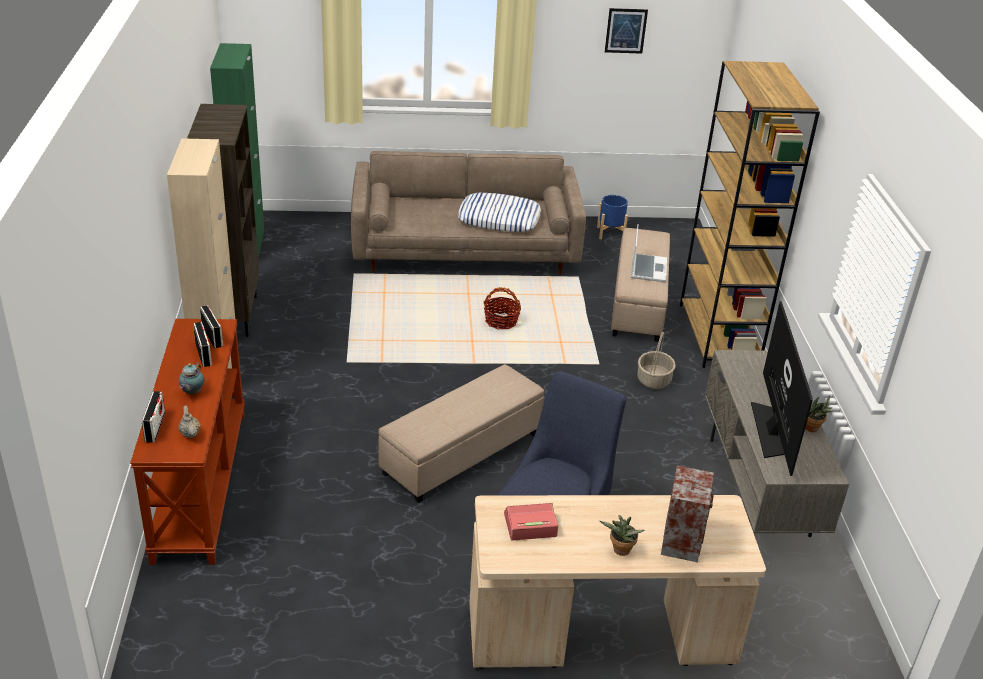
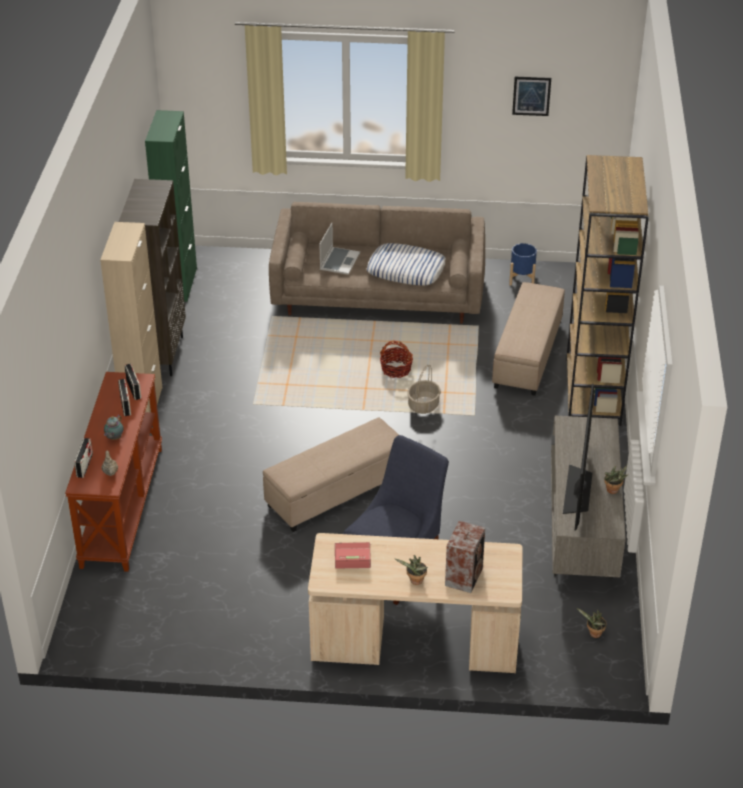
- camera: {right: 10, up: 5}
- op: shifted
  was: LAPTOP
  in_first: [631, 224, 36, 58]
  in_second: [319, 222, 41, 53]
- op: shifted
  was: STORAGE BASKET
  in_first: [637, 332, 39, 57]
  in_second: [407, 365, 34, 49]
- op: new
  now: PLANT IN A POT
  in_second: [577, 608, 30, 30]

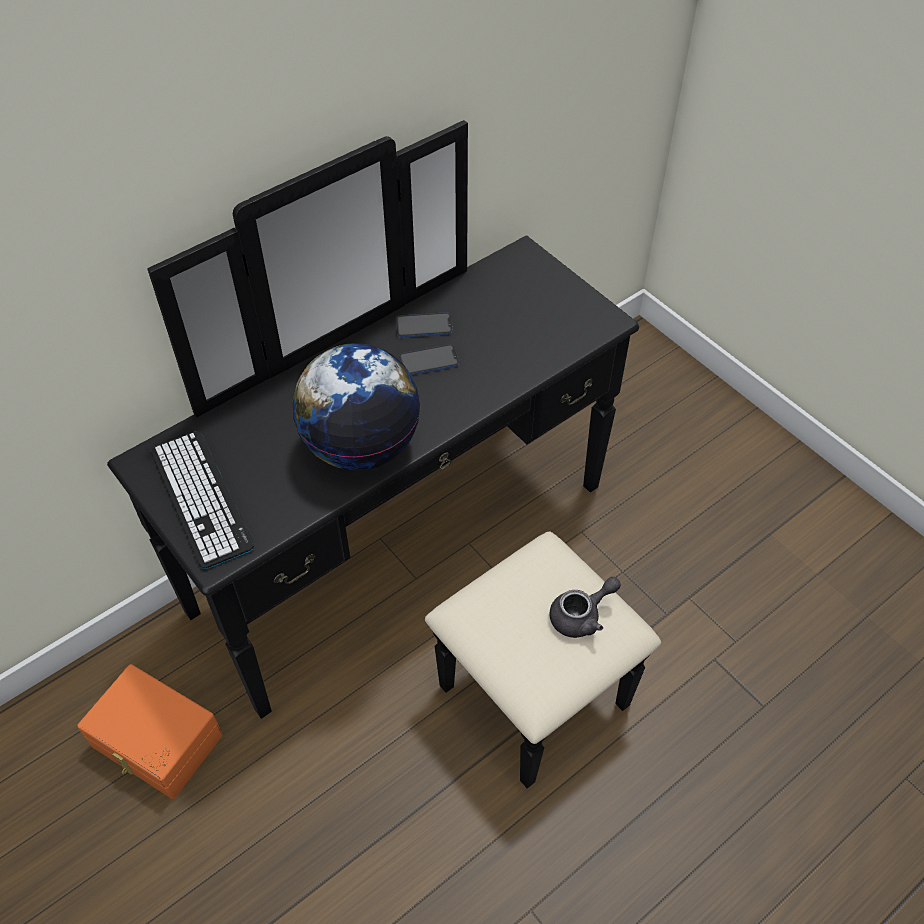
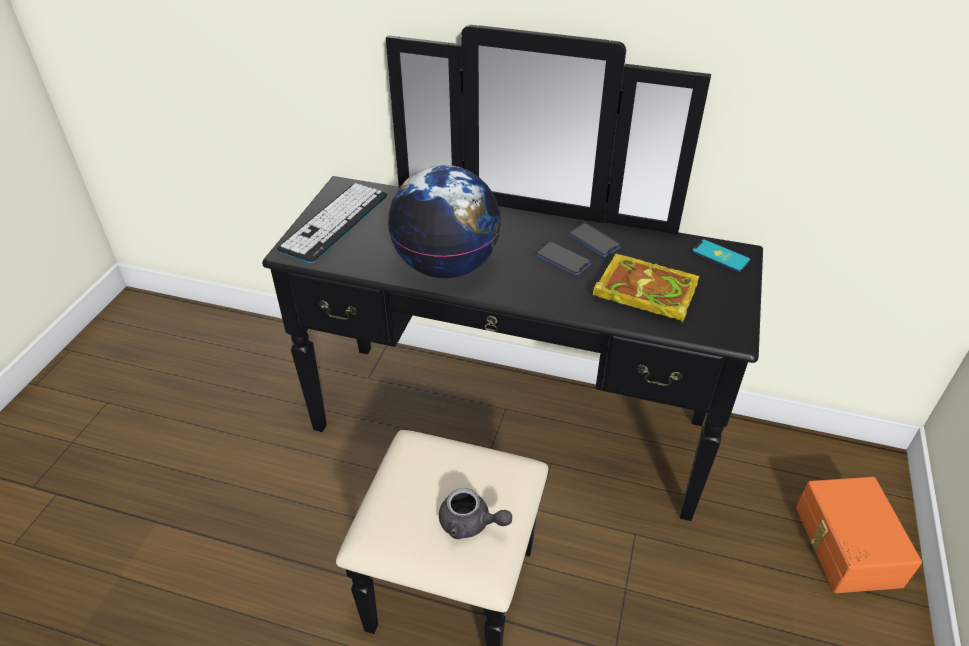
- camera: {right: 55, up: -10}
- op: shifted
  was: ORANGEY STORAGE CONTAINER
  in_first: [77, 664, 146, 135]
  in_second: [796, 477, 126, 116]
- op: new
  now: PHONE
  in_second: [692, 239, 58, 33]
- op: new
  now: BOOK
  in_second: [593, 254, 106, 69]

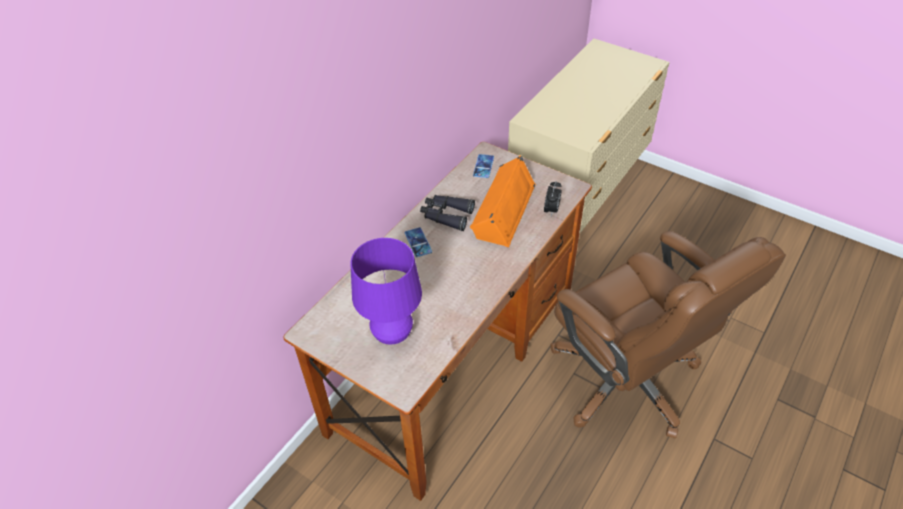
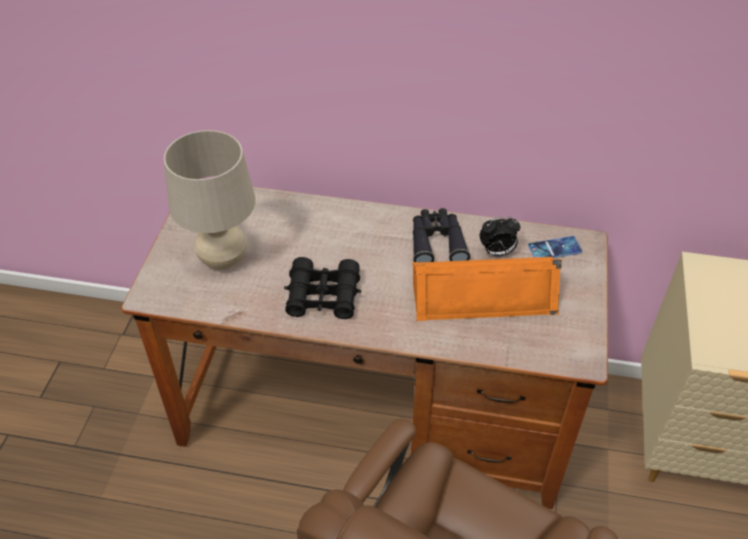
- camera: {right: 65, up: 0}
- op: shifted
  was: BEDSIDE CLOCK
  in_first: [544, 181, 17, 35]
  in_second: [480, 216, 40, 40]
- op: gone
  was: PHONE
  in_first: [404, 227, 28, 30]
- op: repainted
  was: PURPLISH TABLETOP LAMP
  now: BEIGE TABLETOP LAMP
  in_first: [351, 238, 71, 107]
  in_second: [164, 130, 91, 139]
- op: new
  now: BLACK-COLOURED PAIR OF BINOCULARS
  in_second: [284, 257, 77, 62]

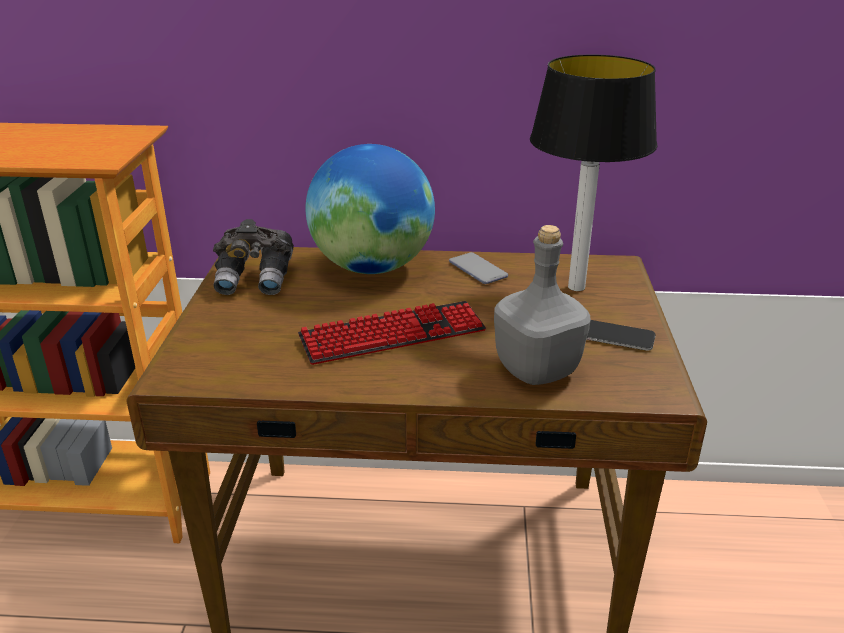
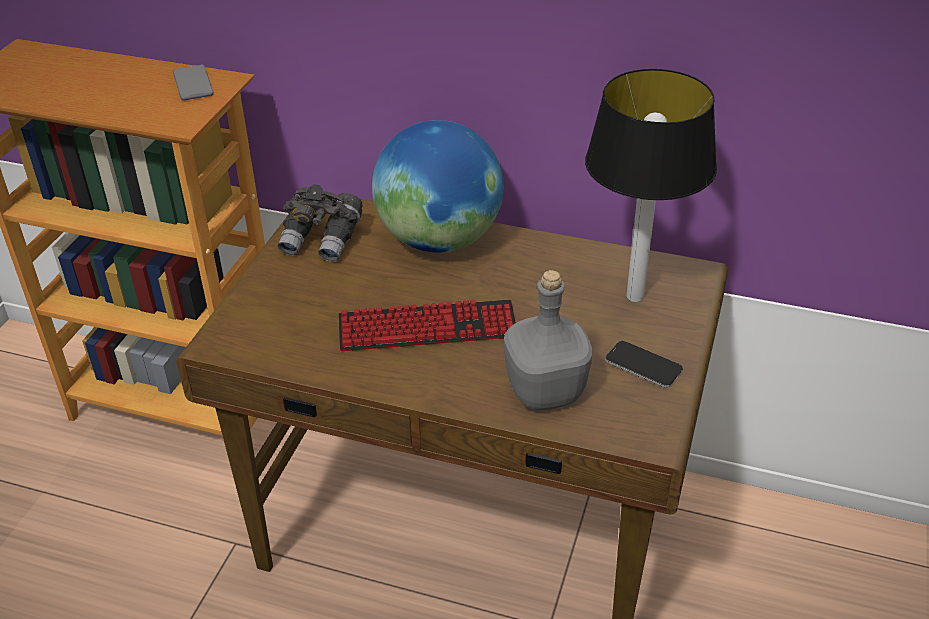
- camera: {right: 15, up: 10}
- op: shifted
  was: PHONE
  in_first: [449, 252, 59, 32]
  in_second: [173, 65, 41, 35]

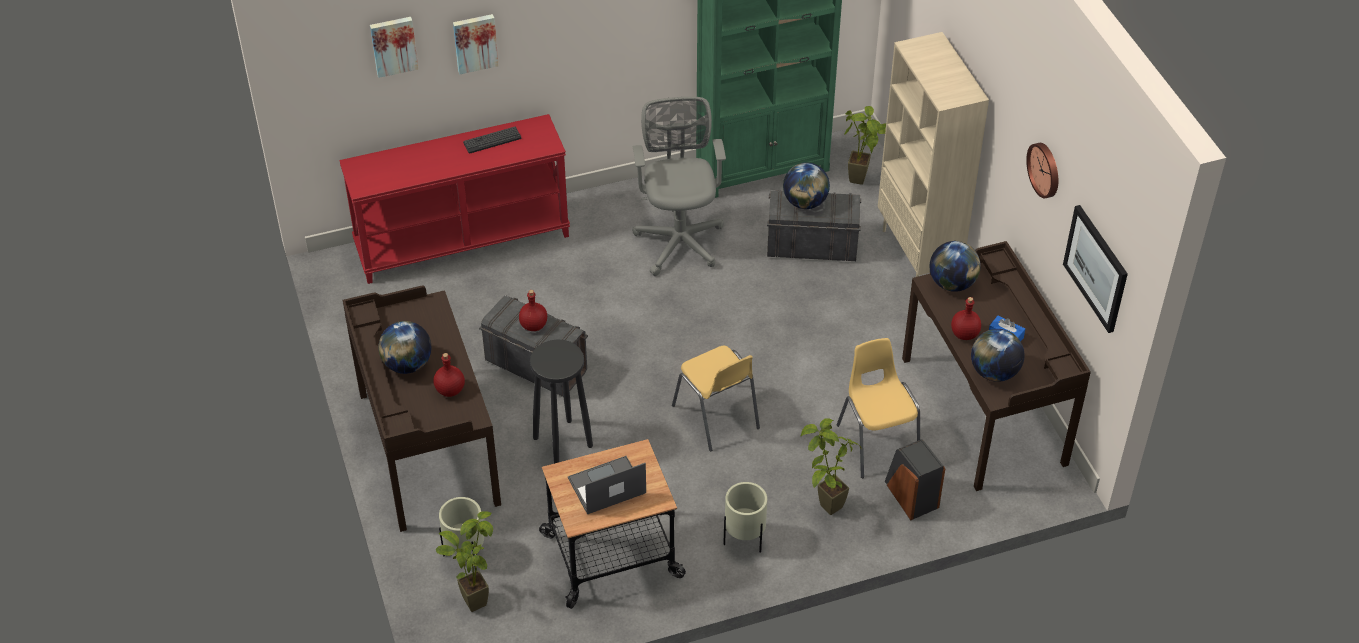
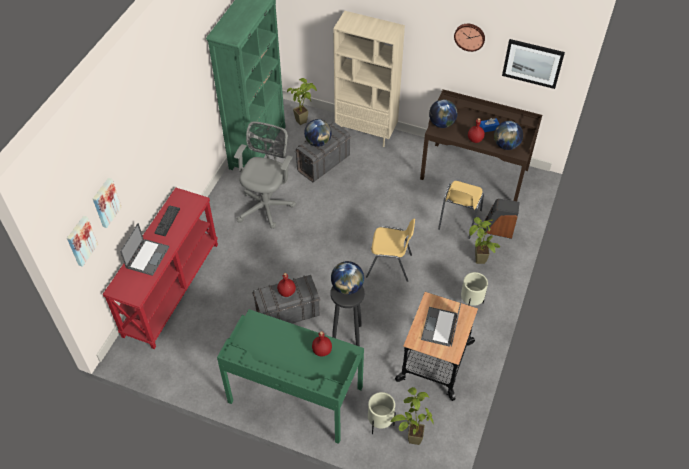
- camera: {right: -50, up: 5}
- op: shifted
  was: PICTURE
  in_first: [453, 14, 46, 60]
  in_second: [67, 216, 31, 51]
- op: rotated
  was: GREYISH DESK CHAIR
  in_first: [632, 97, 94, 179]
  in_second: [234, 121, 62, 107]
  clockwise: 75
- op: repainted
  was: BROWN DESK TABLE
  now: GREENISH DESK TABLE
  in_first: [343, 286, 158, 246]
  in_second: [217, 309, 147, 135]
- op: shifted
  was: WORLD GLOBE
  in_first: [378, 321, 53, 53]
  in_second: [331, 261, 33, 34]
- op: rotated
  was: YELLOWISH UPRIGHT CHAIR
  in_first: [837, 338, 83, 140]
  in_second: [438, 181, 46, 58]
  clockwise: -90
- op: new
  now: LAPTOP
  in_second: [120, 223, 49, 53]

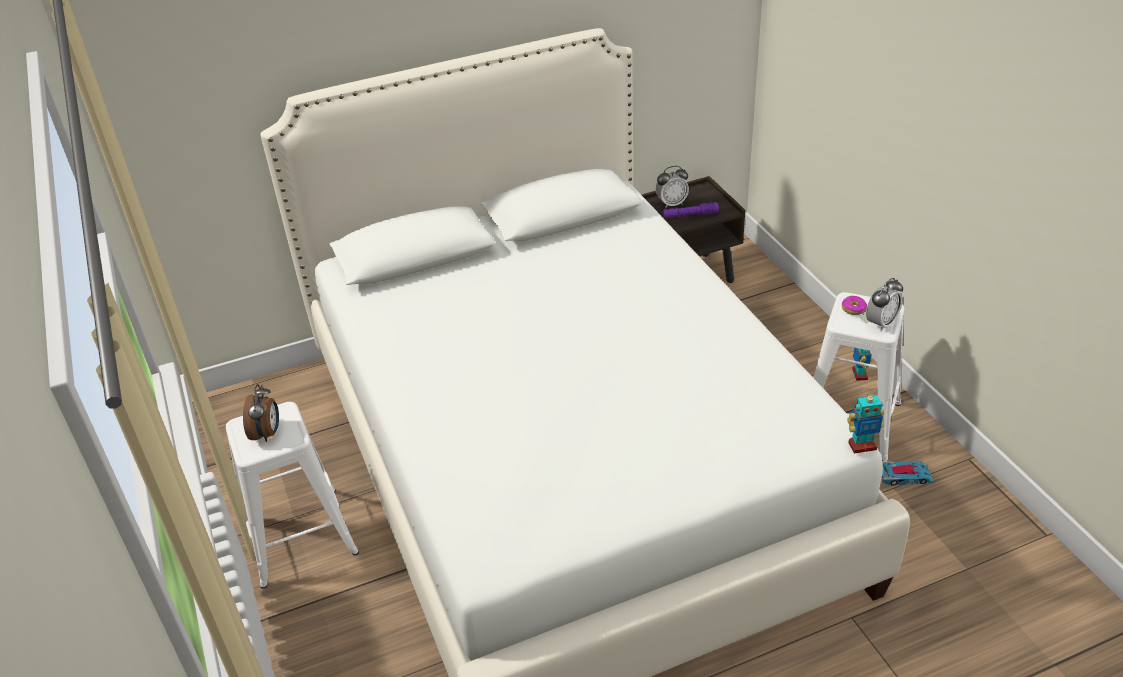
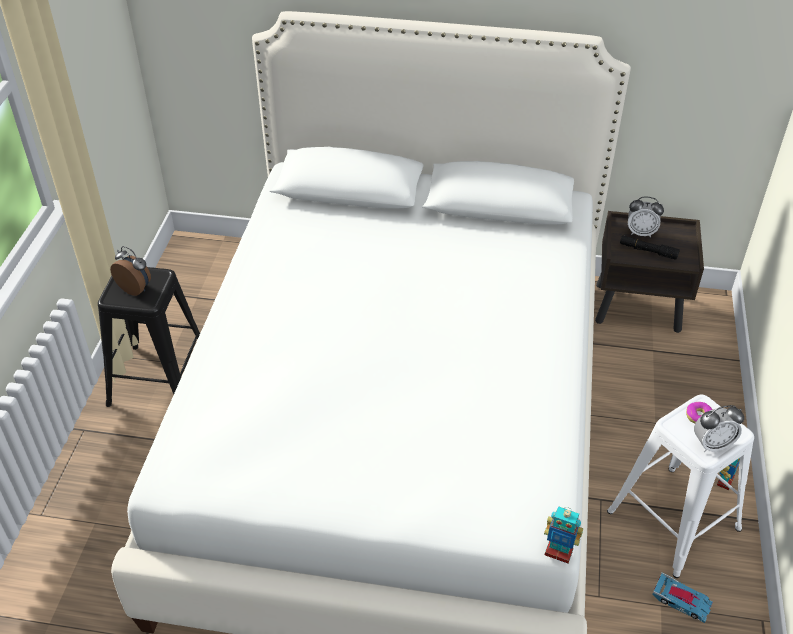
- camera: {right: 30, up: 5}
- op: repainted
  was: PURPLISH FLASHLIGHT
  now: BLACK-COLOURED FLASHLIGHT
  in_first: [662, 202, 57, 16]
  in_second: [620, 235, 60, 25]
- op: rotated
  was: BEDSIDE CLOCK
  in_first: [243, 384, 36, 58]
  in_second: [110, 246, 41, 50]
  clockwise: -90
- op: repainted
  was: WHITISH STOOL SEAT
  now: BLACK-COLOURED STOOL SEAT
  in_first: [226, 402, 133, 187]
  in_second: [98, 267, 102, 140]

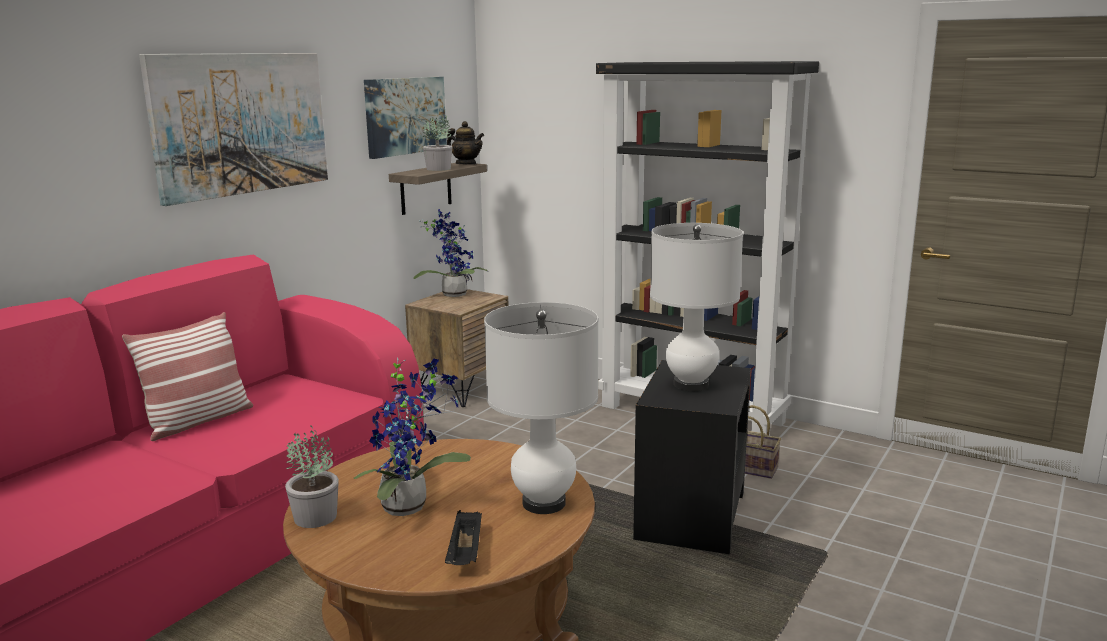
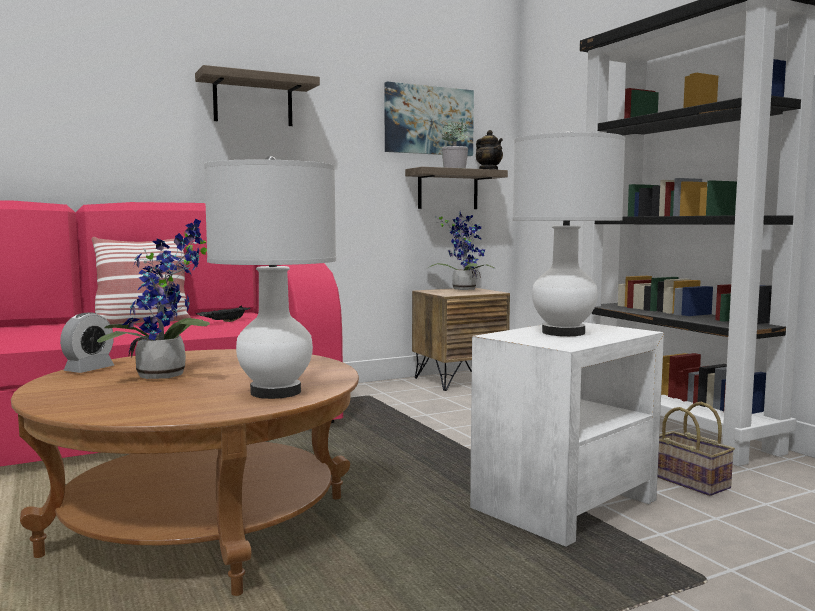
- camera: {right: 30, up: -10}
- op: swapped
  was: PICTURE
  now: WALL SHELF
  in_first: [139, 53, 189, 153]
  in_second: [195, 65, 125, 61]
- op: repainted
  was: BLACK-COLOURED ACCENT TABLE
  now: WHITISH ACCENT TABLE
  in_first: [633, 360, 118, 194]
  in_second: [470, 322, 194, 225]
- op: swapped
  was: PLANT IN A POT
  now: BEDSIDE CLOCK
  in_first: [285, 425, 54, 103]
  in_second: [60, 312, 54, 61]
- op: shifted
  was: BLACK-COLOURED TRAY
  in_first: [445, 510, 37, 55]
  in_second: [196, 306, 55, 16]

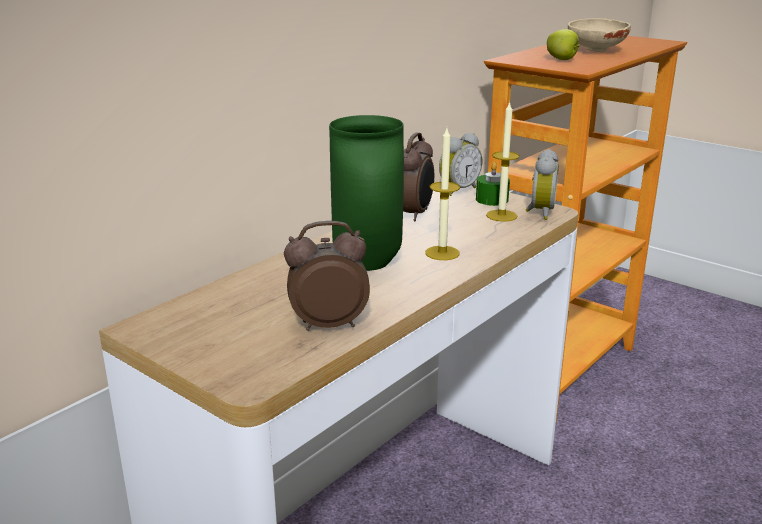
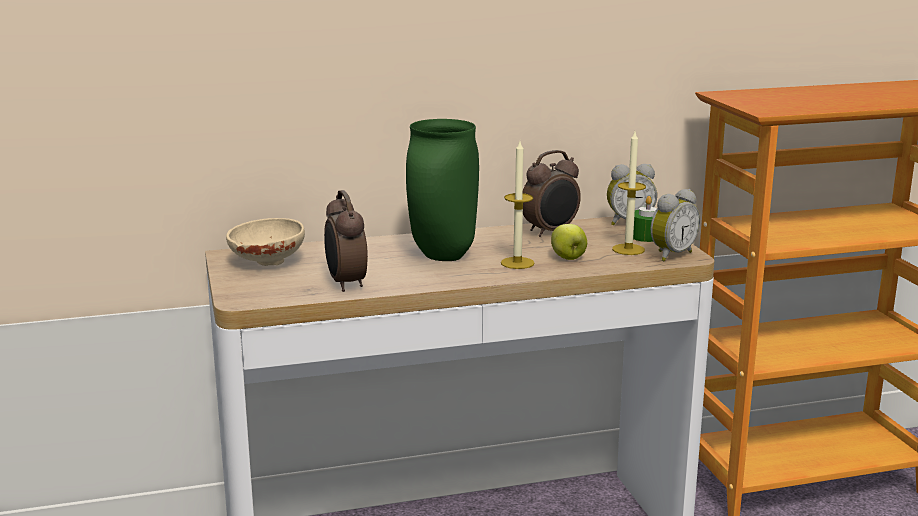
- camera: {right: 35, up: -5}
- op: shifted
  was: BEIGE DEEP DISH
  in_first: [568, 18, 63, 34]
  in_second: [226, 218, 79, 48]
- op: shifted
  was: APPLE
  in_first: [547, 29, 33, 31]
  in_second: [551, 224, 36, 36]
- op: rotated
  was: BEDSIDE CLOCK
  in_first: [284, 221, 86, 110]
  in_second: [324, 190, 44, 102]
  clockwise: -135

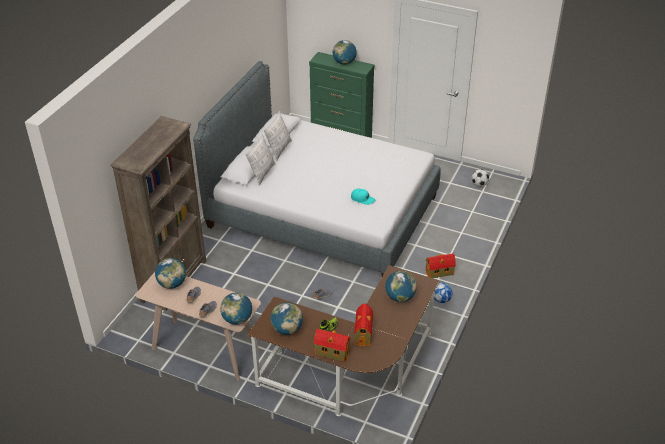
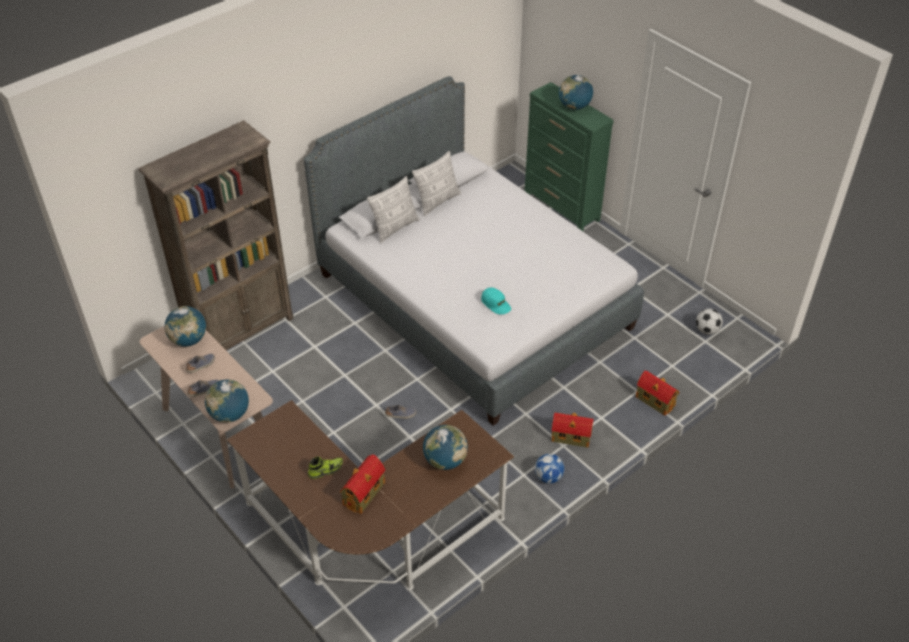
- camera: {right: 25, up: 5}
- op: gone
  was: WORLD GLOBE
  in_first: [270, 302, 33, 33]
- op: shifted
  was: TOY HOUSE
  in_first: [314, 329, 37, 33]
  in_second: [636, 370, 43, 46]

